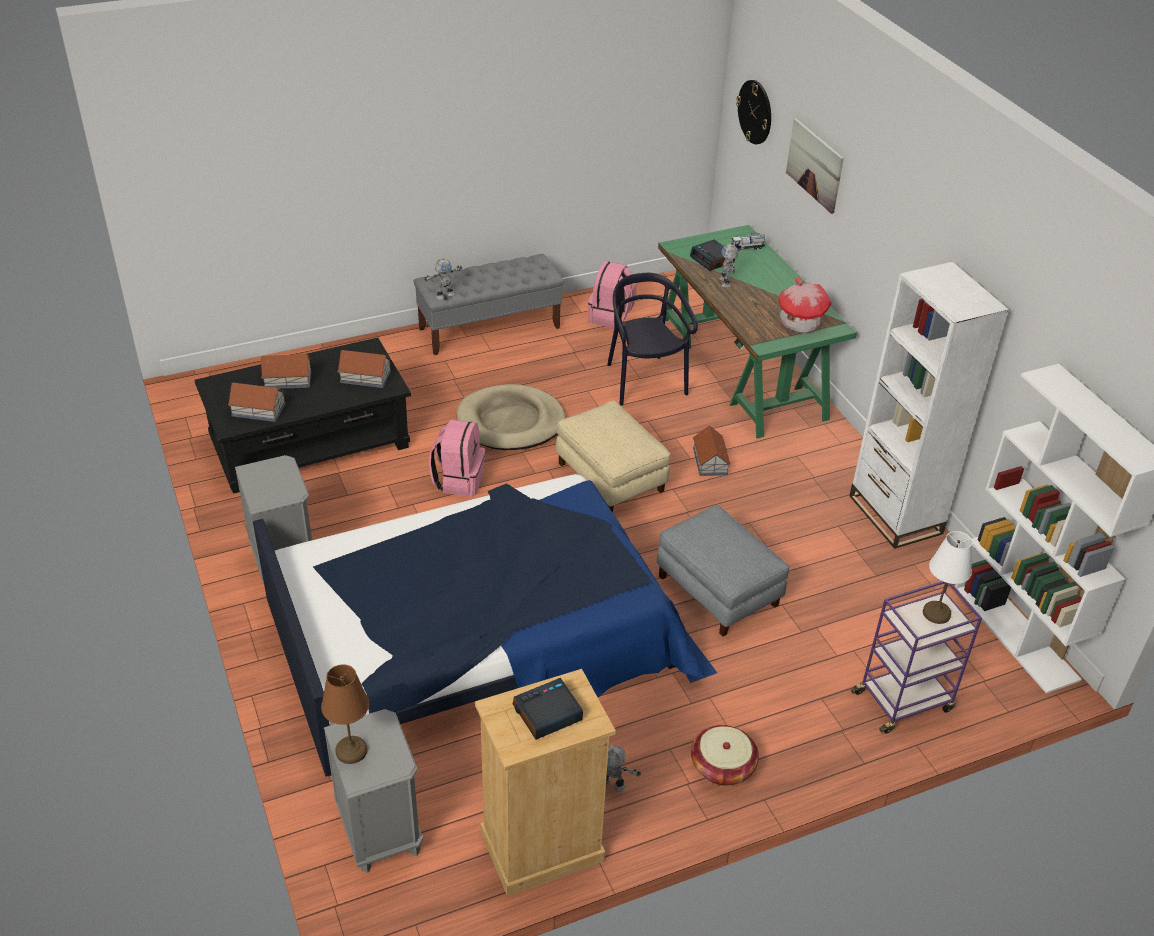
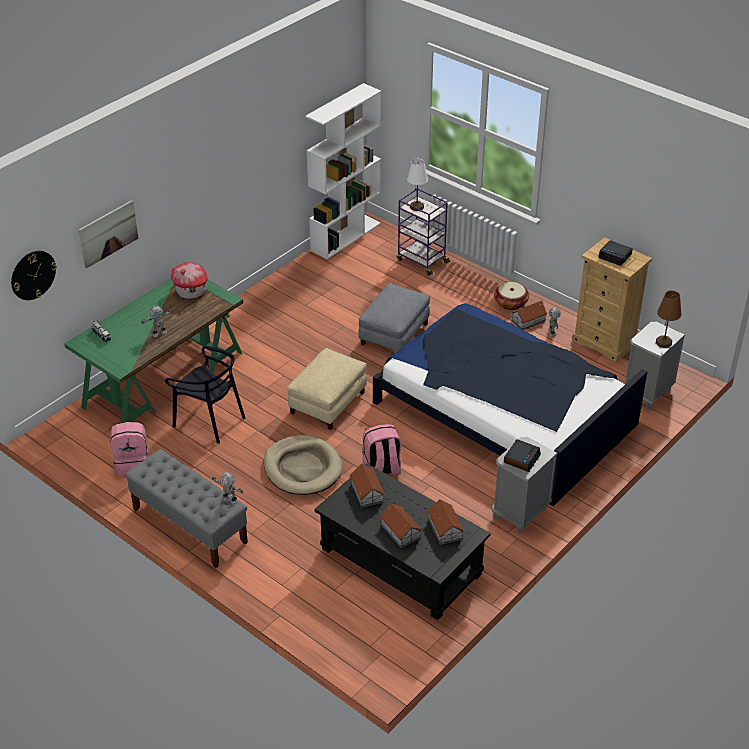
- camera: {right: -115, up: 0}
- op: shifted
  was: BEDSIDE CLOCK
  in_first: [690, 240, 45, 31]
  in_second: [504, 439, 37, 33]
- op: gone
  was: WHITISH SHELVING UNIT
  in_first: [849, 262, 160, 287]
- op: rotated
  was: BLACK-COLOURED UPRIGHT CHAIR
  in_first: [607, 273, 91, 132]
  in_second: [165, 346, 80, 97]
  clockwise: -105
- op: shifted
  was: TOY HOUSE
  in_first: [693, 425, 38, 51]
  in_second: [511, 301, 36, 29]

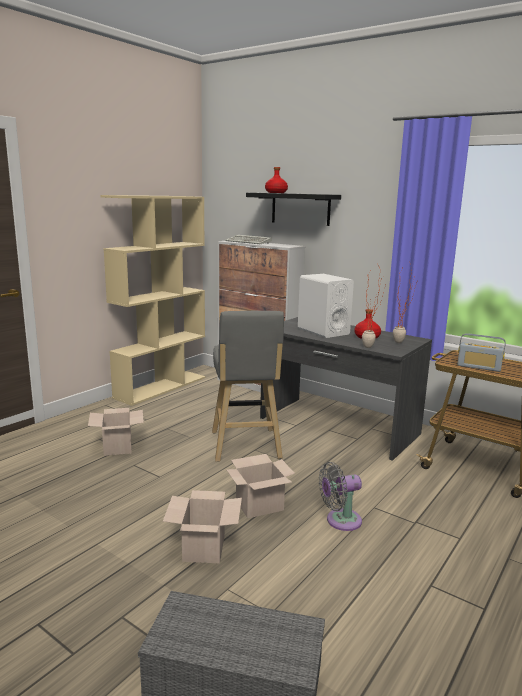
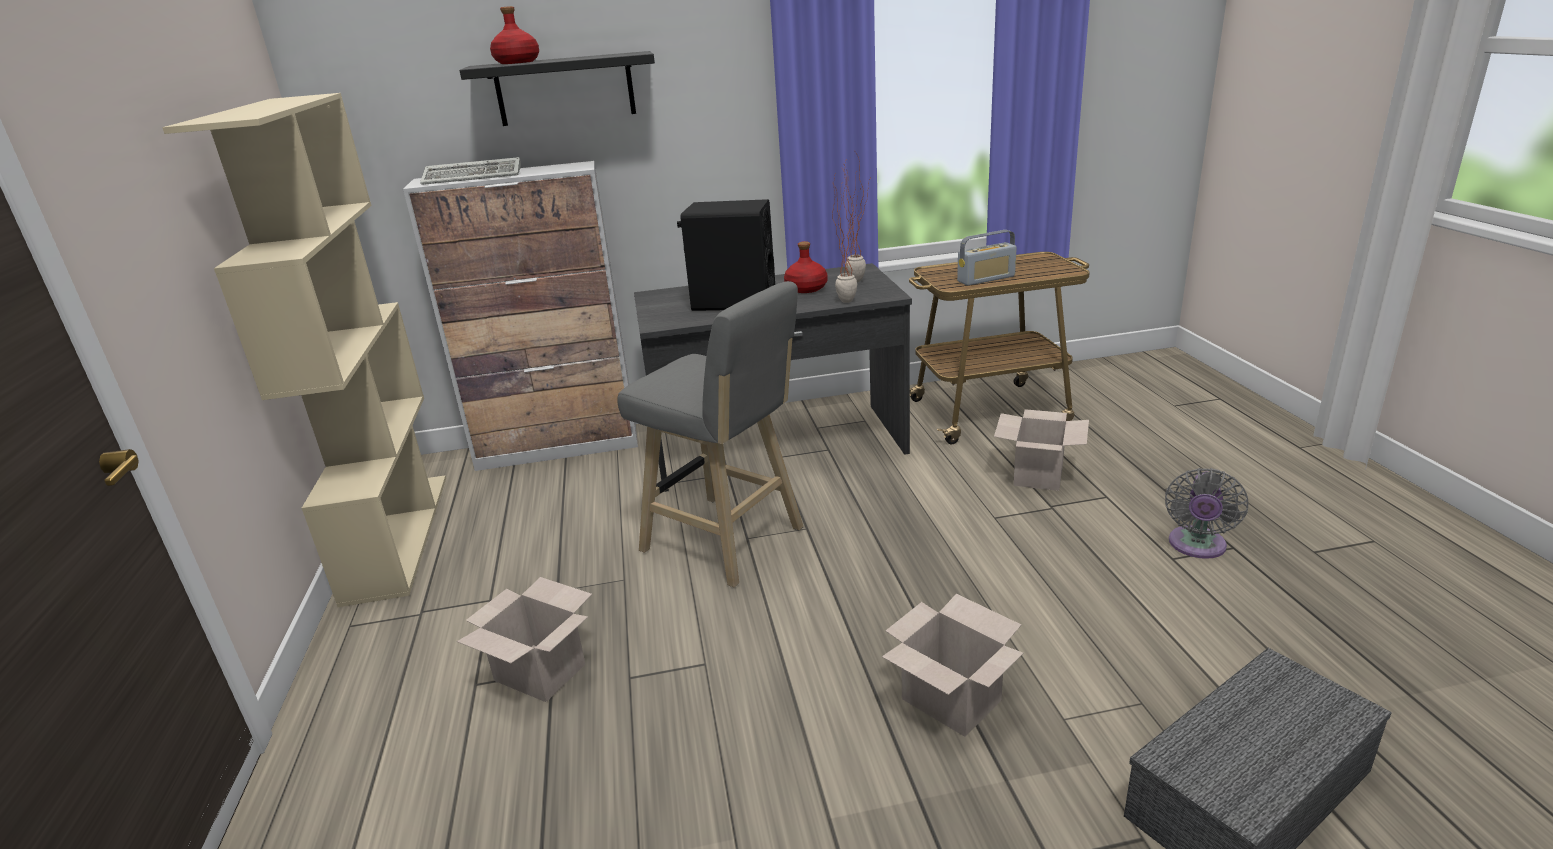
- camera: {right: -45, up: 10}
- op: repainted
  was: WHITISH AUDIO SPEAKER
  now: BLACK-COLOURED AUDIO SPEAKER
  in_first: [298, 274, 56, 64]
  in_second: [677, 199, 98, 112]
- op: shifted
  was: PACKING BOX
  in_first: [226, 454, 69, 64]
  in_second: [994, 409, 95, 82]
- op: shifted
  was: GREYISH COOLING FAN
  in_first: [319, 462, 43, 69]
  in_second: [1165, 468, 84, 91]

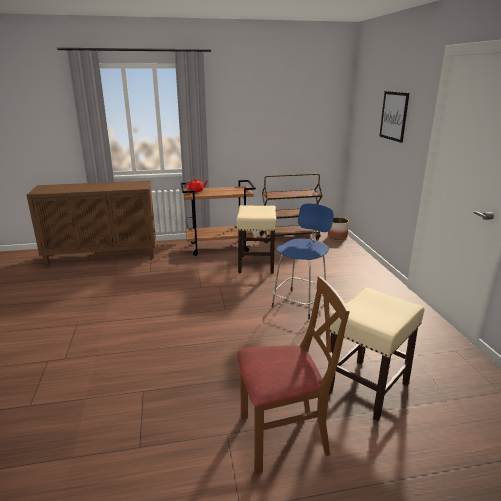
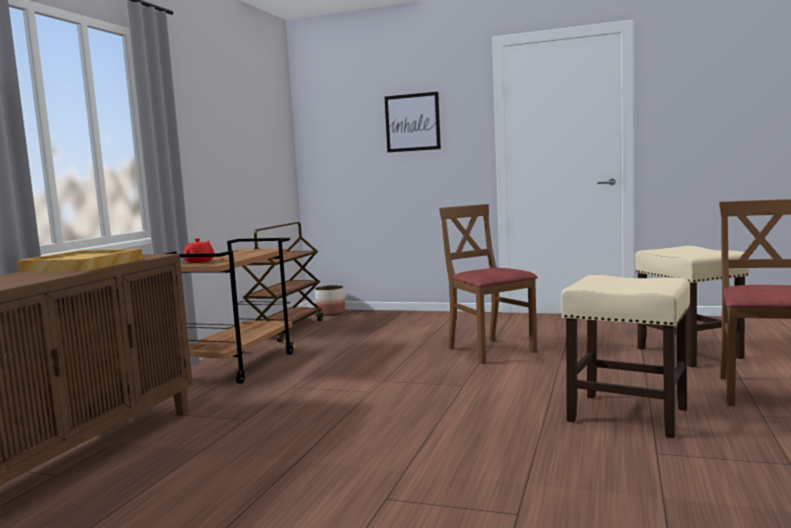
- camera: {right: -60, up: -15}
- op: swapped
  was: BLUE STOOL SEAT
  now: BROWN UPRIGHT CHAIR
  in_first: [272, 204, 62, 115]
  in_second: [439, 204, 99, 160]
- op: shifted
  was: BEIGE STOOL SEAT
  in_first: [236, 205, 41, 68]
  in_second: [561, 275, 129, 163]
- op: new
  now: BEIGE TRAY
  in_second: [17, 249, 126, 23]

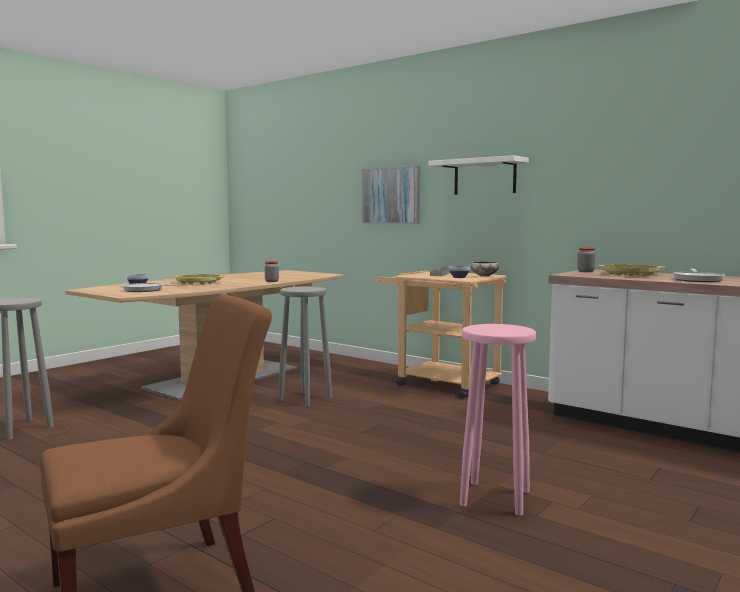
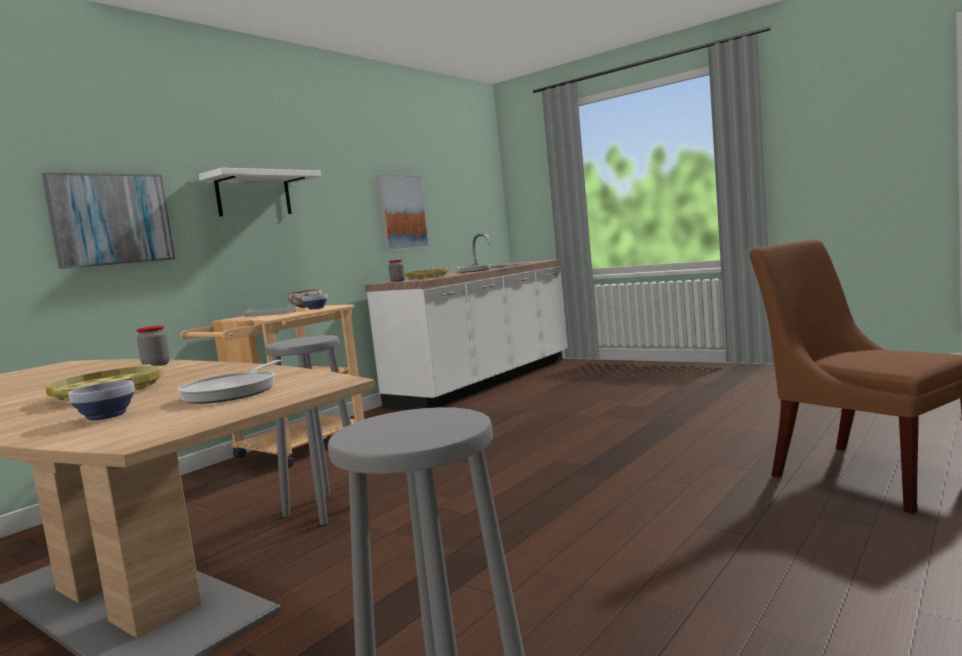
- camera: {right: -90, up: 0}
- op: gone
  was: PINK-COLOURED STOOL SEAT
  in_first: [460, 324, 76, 191]
- op: new
  now: PICTURE
  in_second: [376, 174, 54, 77]

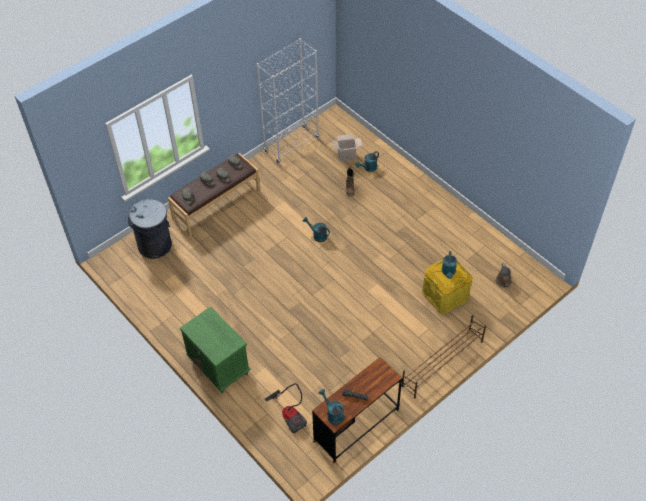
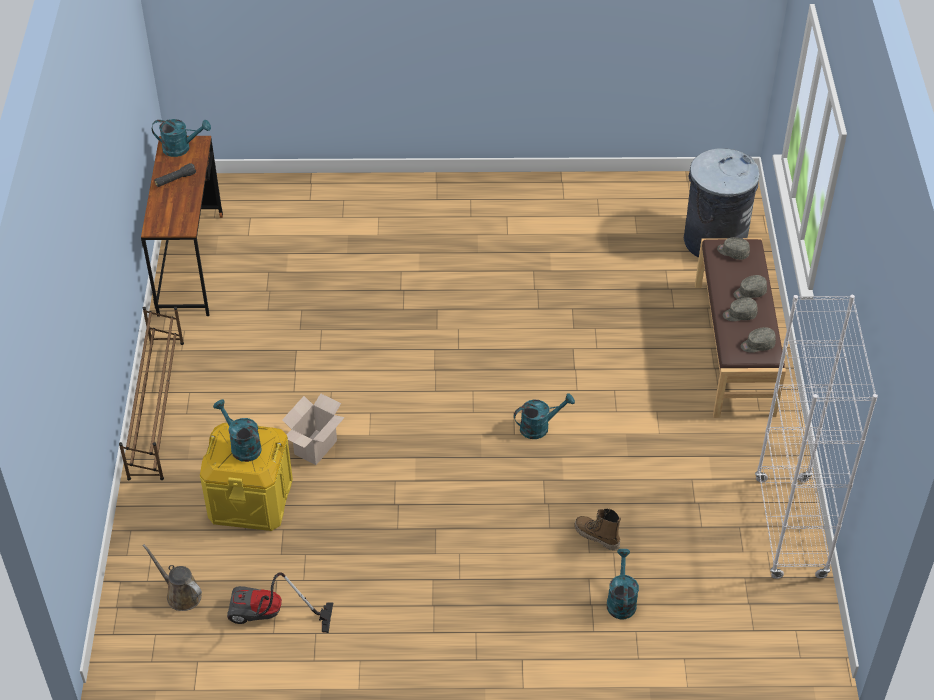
- camera: {right: 130, up: -5}
- op: shifted
  was: PACKING BOX
  in_first: [332, 134, 30, 28]
  in_second: [282, 394, 63, 71]
- op: gone
  was: GREENISH NIGHTSTAND
  in_first: [180, 306, 71, 87]
- op: shifted
  was: VACUUM CLEANER
  in_first: [265, 383, 42, 50]
  in_second: [227, 572, 106, 61]

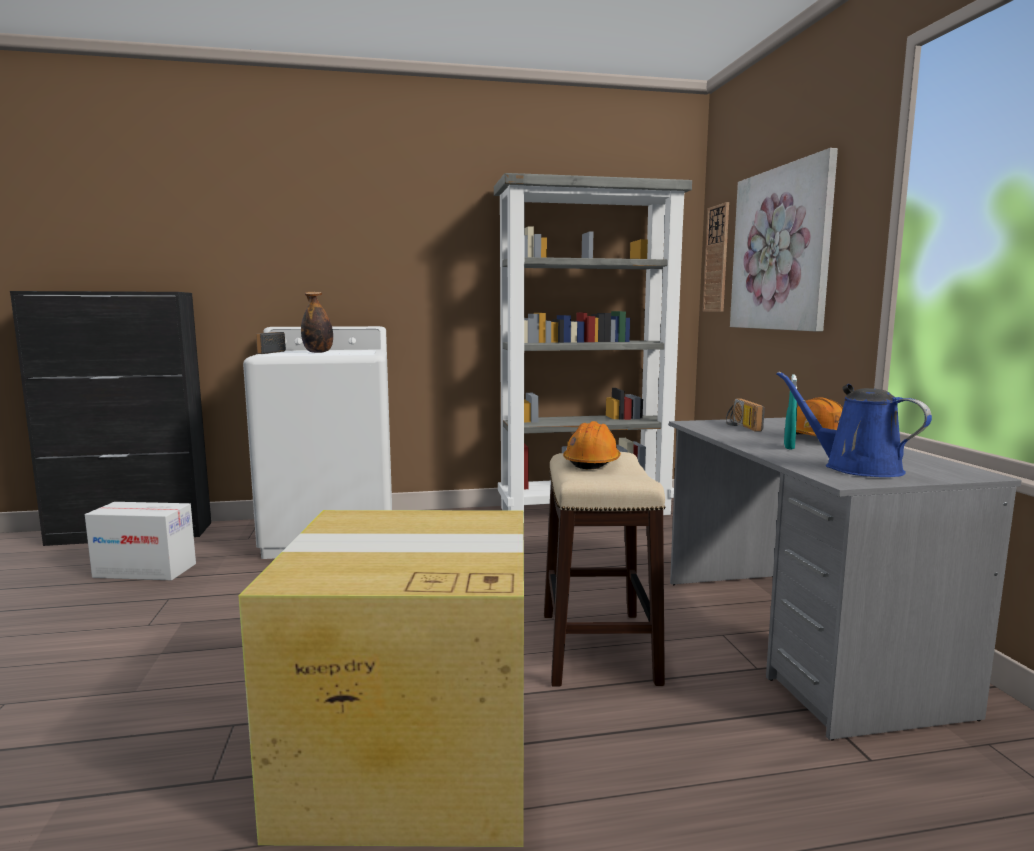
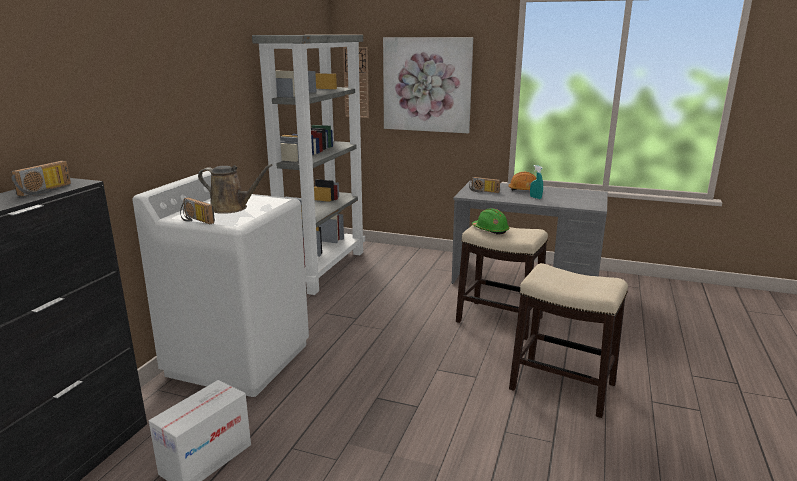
- camera: {right: -60, up: 10}
- op: swapped
  was: DRINK BOTTLE
  now: BROWN SPRINKLING CAN
  in_first: [301, 292, 32, 61]
  in_second: [198, 164, 75, 50]
- op: gone
  was: BLUE SPRINKLING CAN
  in_first: [776, 372, 156, 105]
- op: repainted
  was: ORANGEY HARD HAT
  now: GREENISH HARD HAT
  in_first: [563, 421, 58, 48]
  in_second: [472, 208, 38, 27]
- op: swapped
  was: PACKING BOX
  now: STOOL SEAT
  in_first: [238, 510, 286, 337]
  in_second: [509, 263, 119, 155]
- op: new
  now: RADIO SET
  in_second: [12, 161, 59, 35]

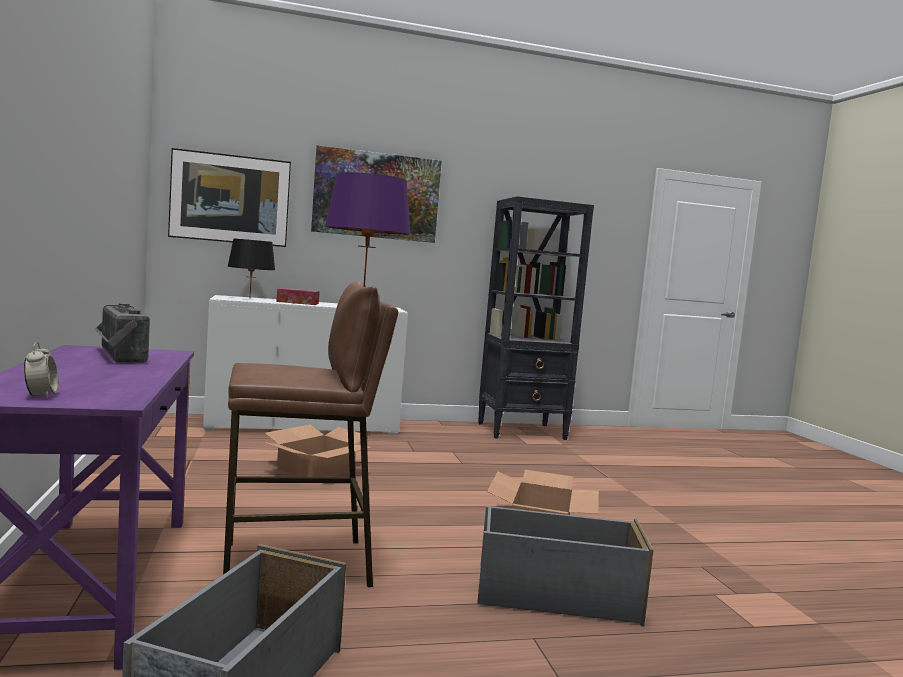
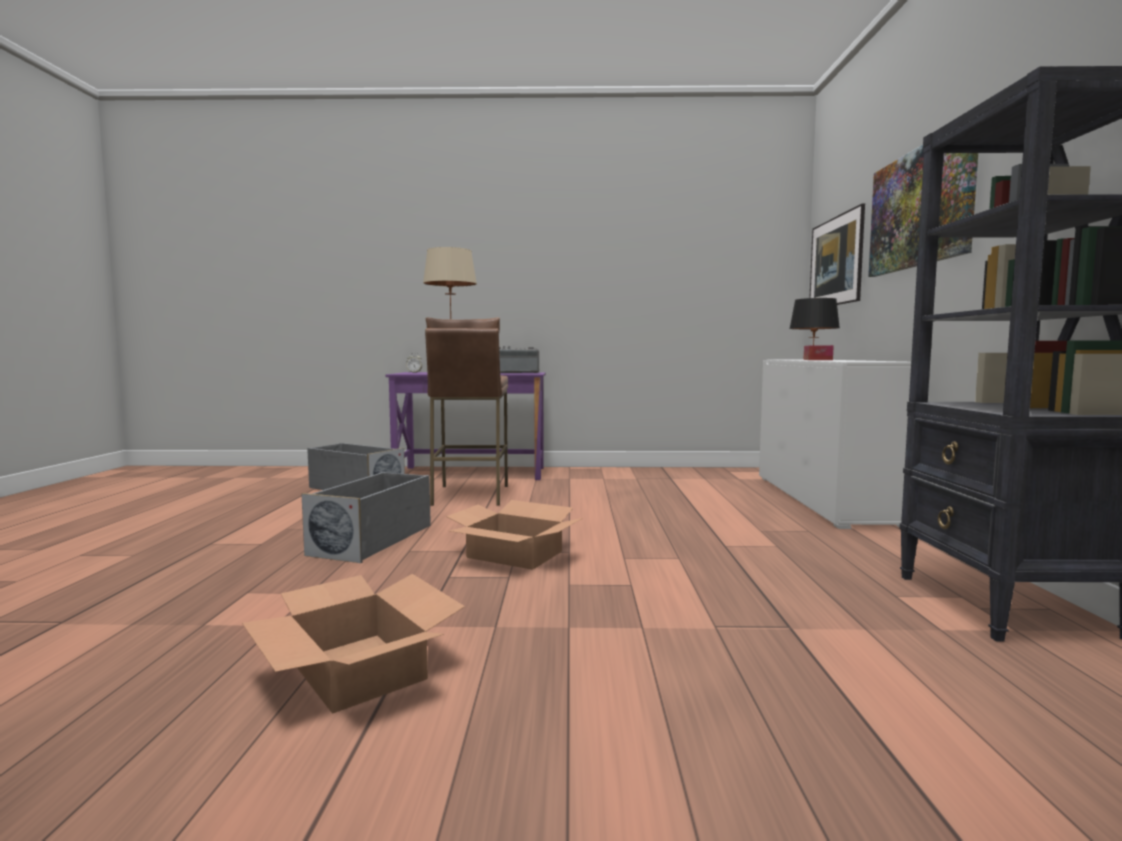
- camera: {right: 105, up: 0}
- op: repainted
  was: PURPLISH TABLETOP LAMP
  now: BEIGE TABLETOP LAMP
  in_first: [325, 172, 86, 115]
  in_second: [423, 247, 54, 72]
- op: shifted
  was: PACKING BOX
  in_first: [263, 425, 109, 52]
  in_second: [242, 574, 223, 140]

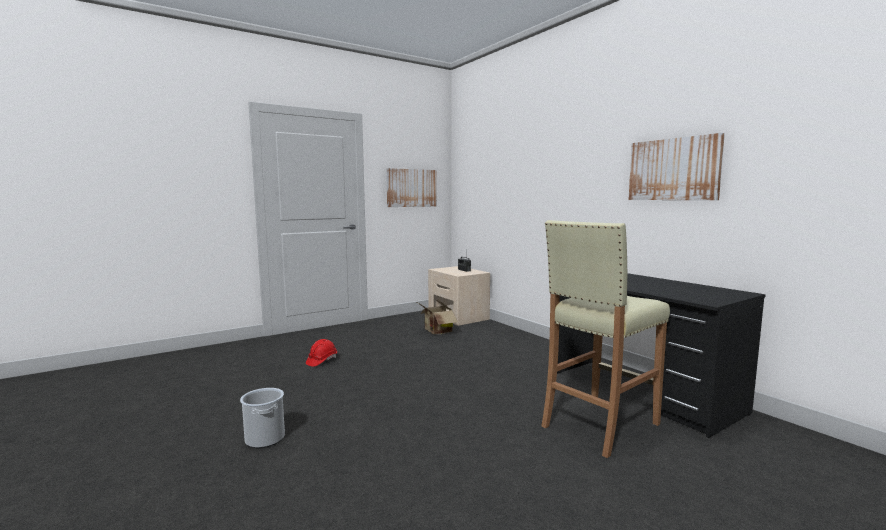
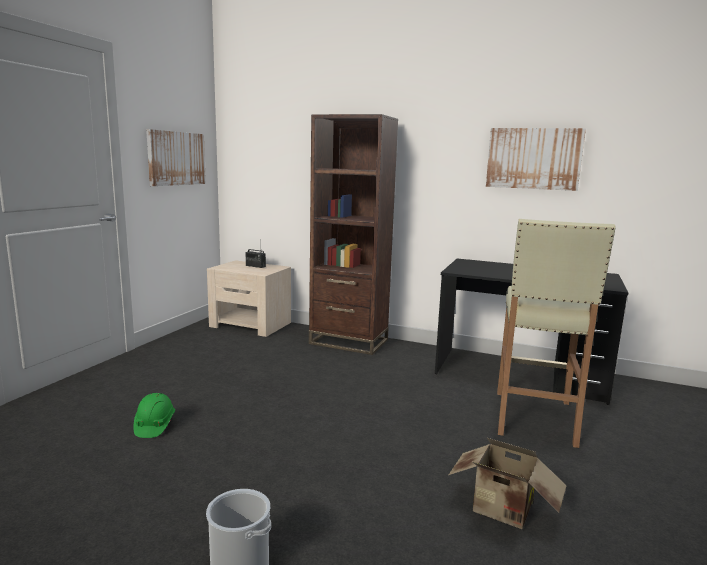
- camera: {right: -35, up: 5}
- op: shifted
  was: PACKING BOX
  in_first: [415, 300, 43, 34]
  in_second: [449, 438, 118, 91]
- op: repainted
  was: RED-COLOURED HARD HAT
  now: GREENISH HARD HAT
  in_first: [306, 339, 31, 28]
  in_second: [133, 393, 42, 45]
- op: new
  now: BROWN SHELVING UNIT
  in_second: [309, 114, 89, 241]

